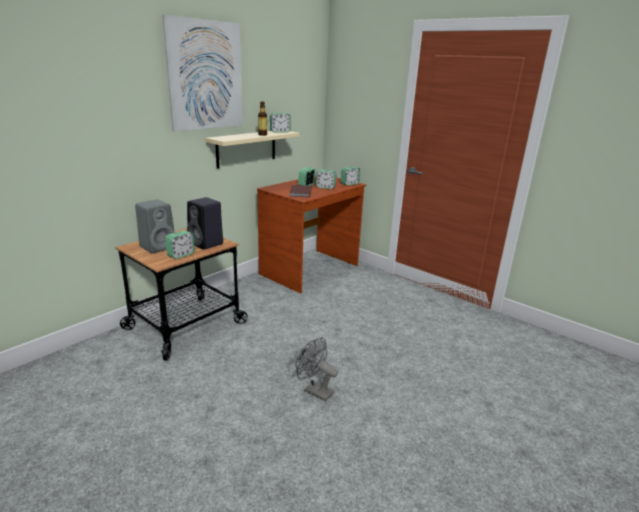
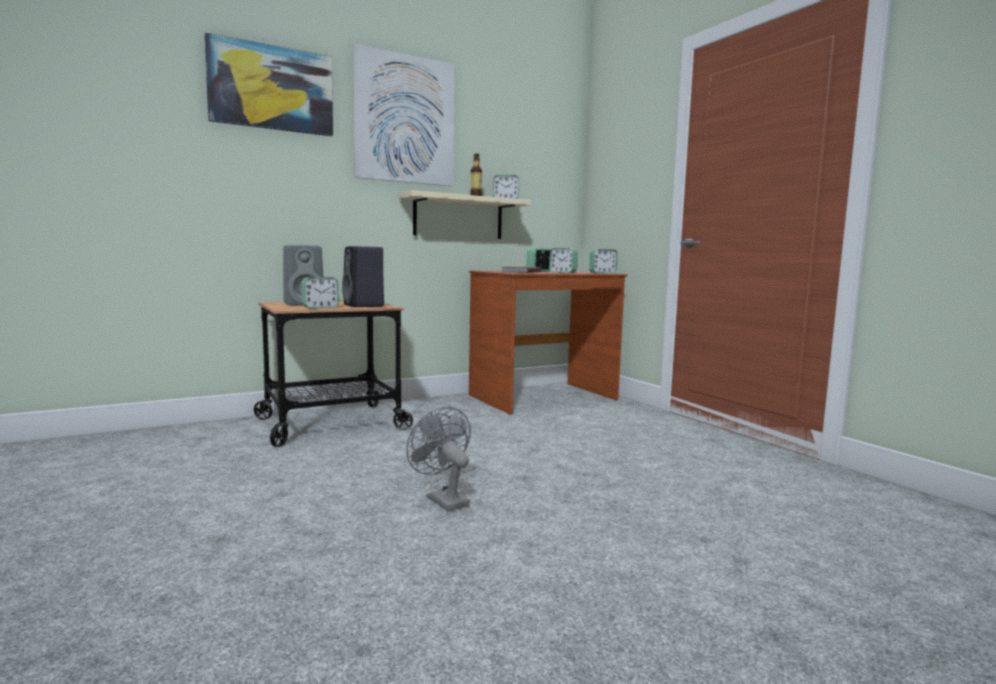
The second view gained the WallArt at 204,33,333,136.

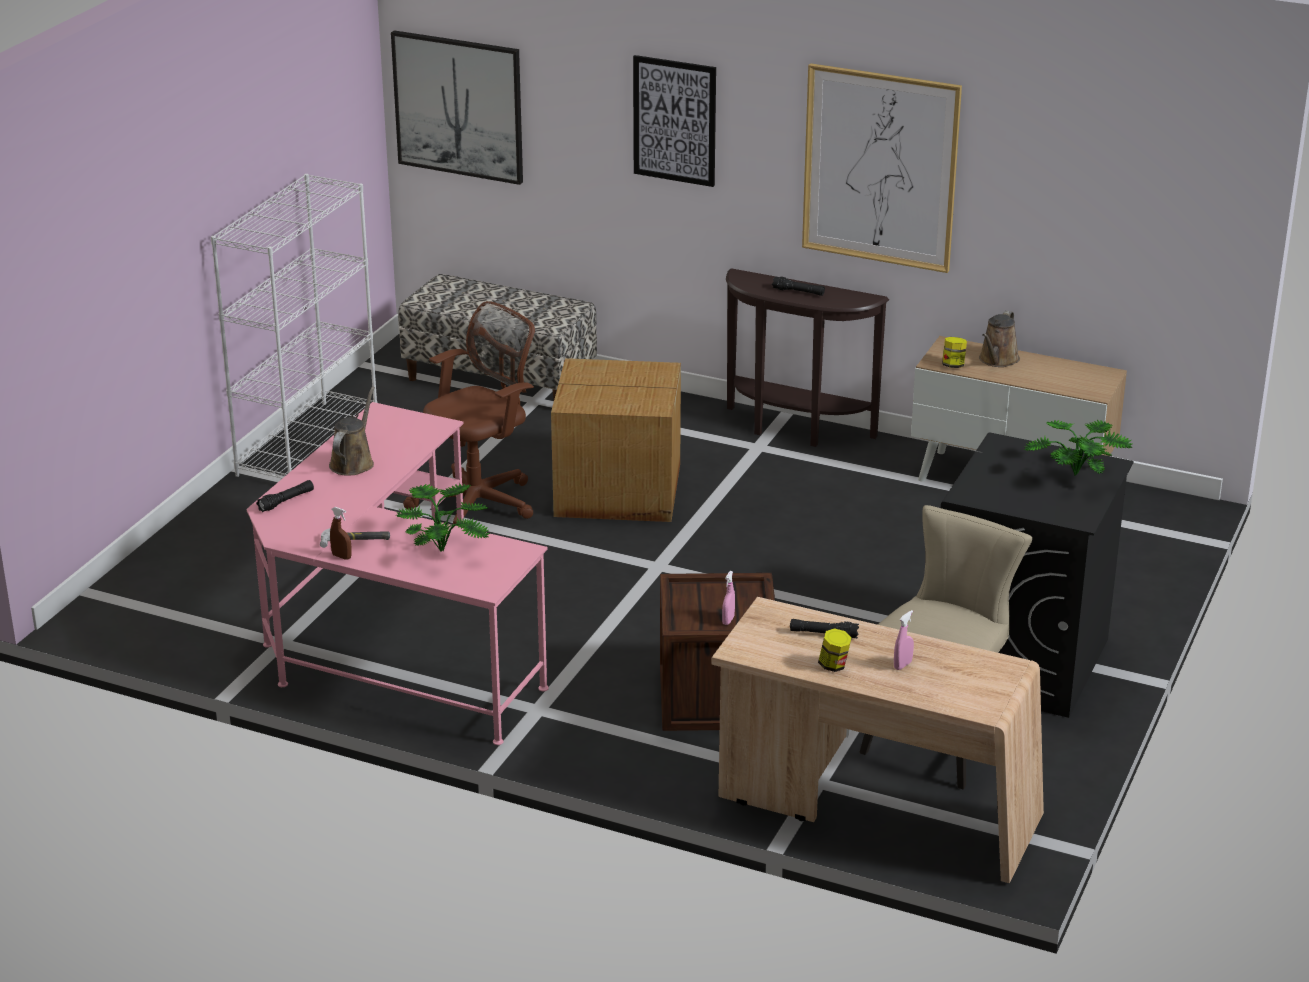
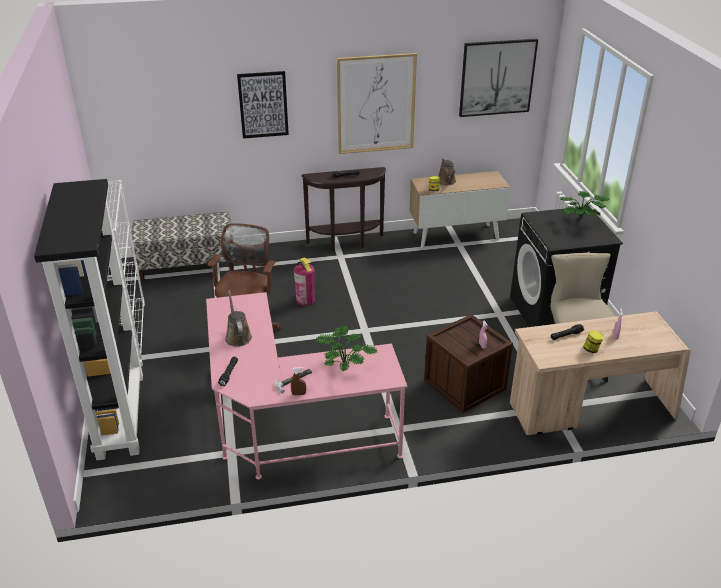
The WallArt ended up elsewhere, having gone from 391,30,523,185 to 459,39,538,117.
Where the CardboardBox stood at 551,358,681,522, the Extinguisher came to stand at 294,257,315,306.
The second view gained the BlackColouredBookcase at 34,179,143,460.

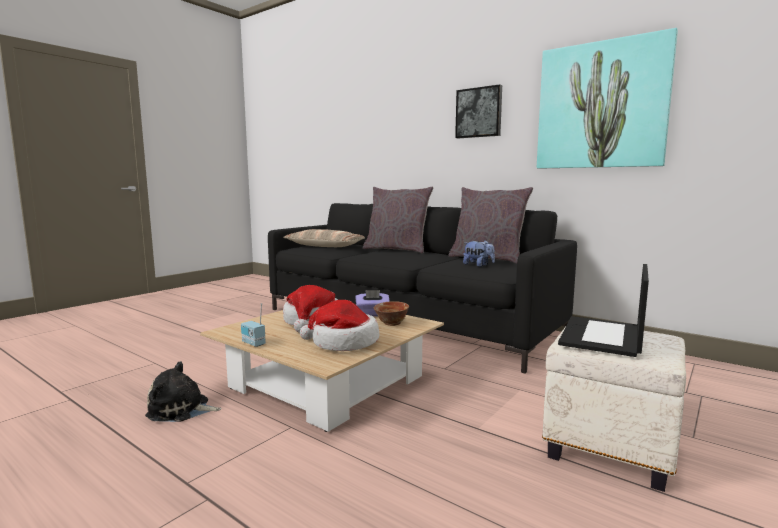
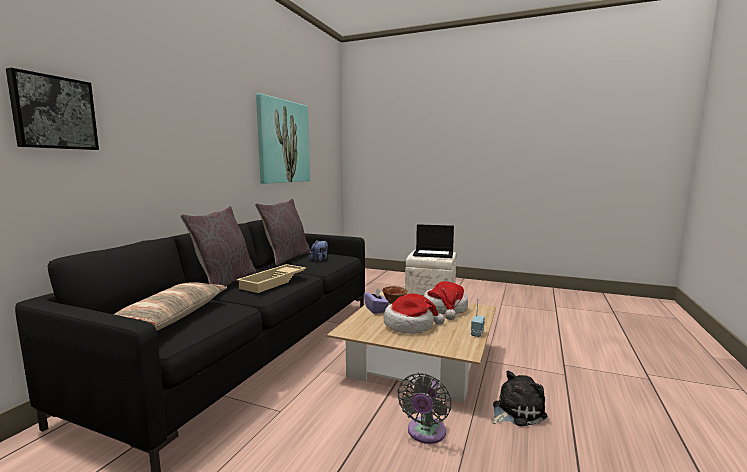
The SoftToy at 145,361,222,422 ended up facing another way, 105 degrees counterclockwise from before.
The WallArt ended up elsewhere, having gone from 455,84,502,138 to 6,68,99,150.
The second view gained the BeigeColouredServingTray at 236,264,306,293.
The second view gained the GrayFan at 398,373,452,444.

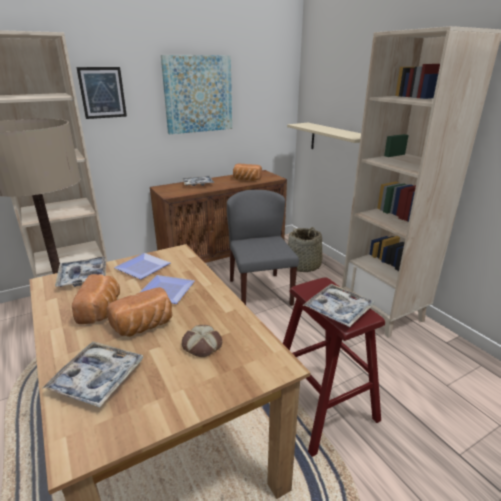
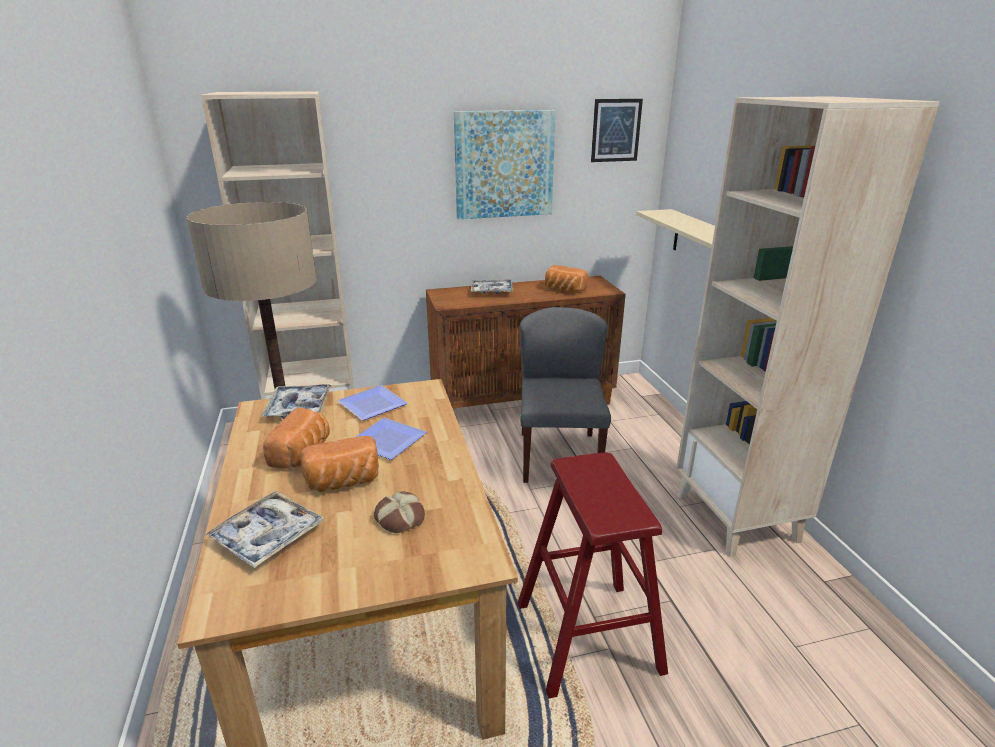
The WallArt ended up elsewhere, having gone from 76,67,127,119 to 591,99,643,162.
The second view lost the HouseholdBasket at 288,227,326,272.
The second view lost the ServingTray at 303,284,375,327.

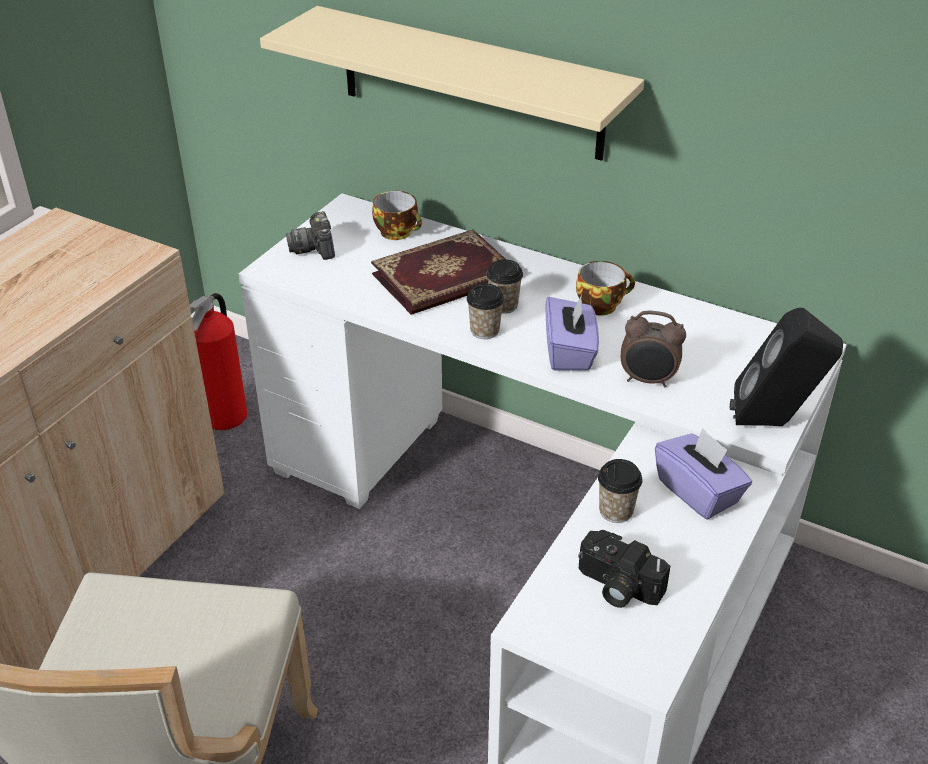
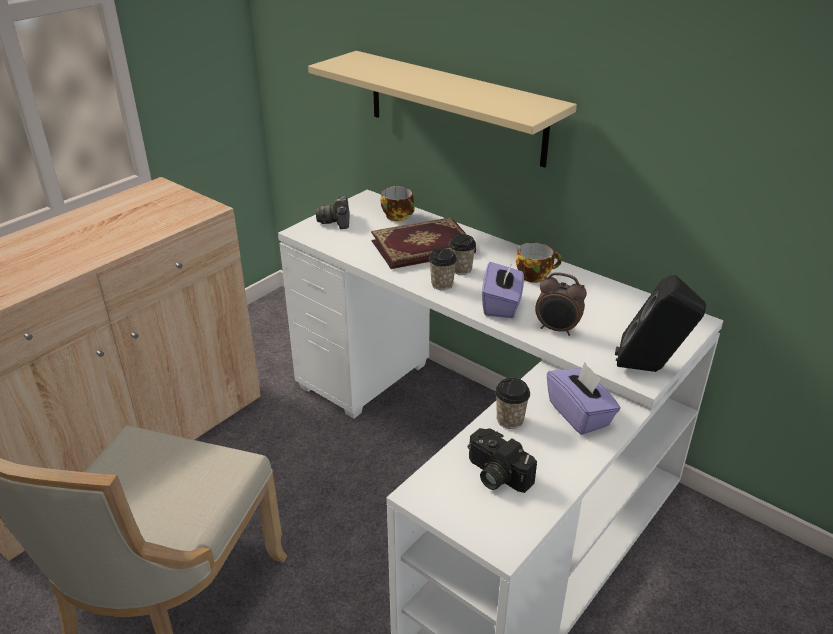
The second view lost the Extinguisher at 190,293,248,430.

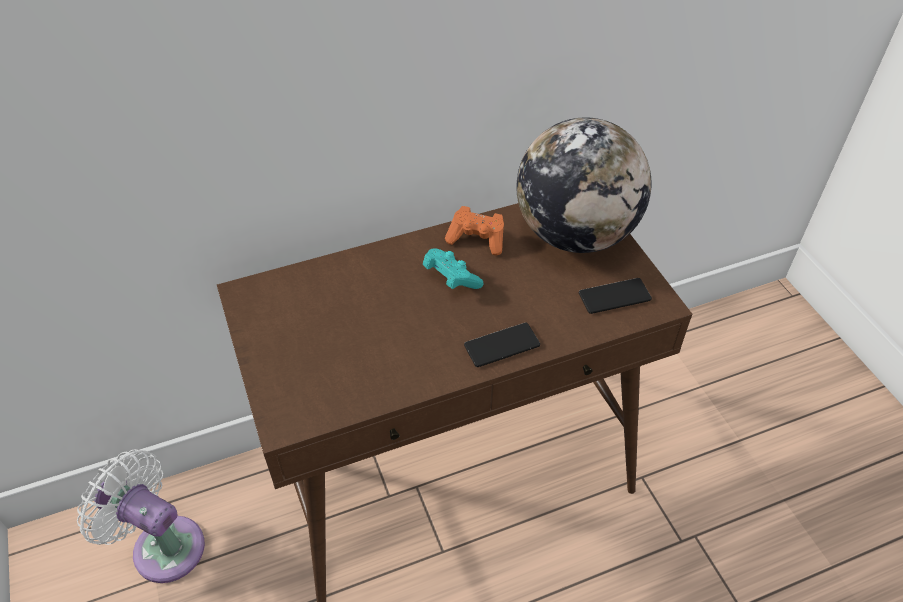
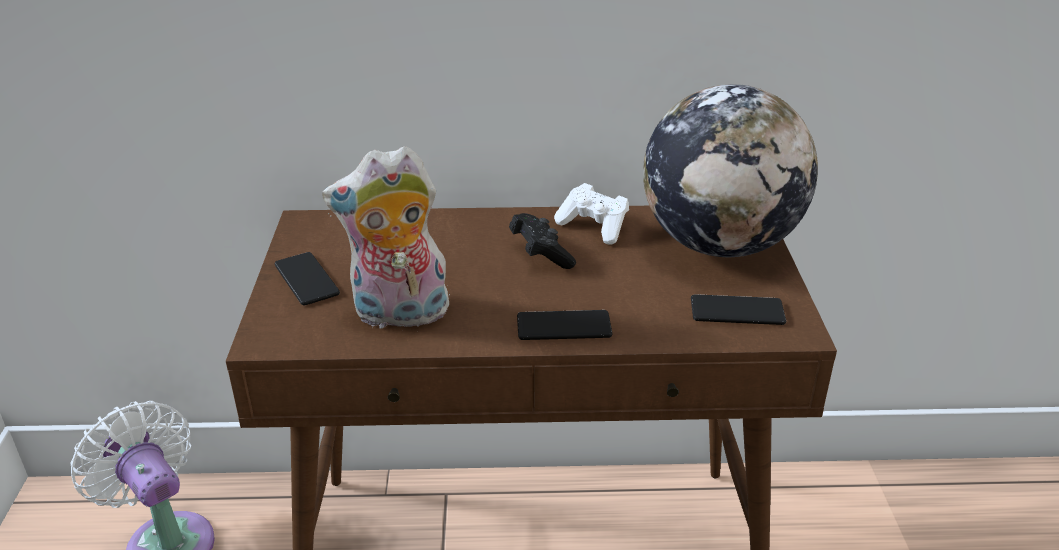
What was the BlueGreenJoypad at 423,248,484,289 turned into the BlackColouredJoypad at 509,213,576,269.
What was the OrangeyJoypad at 445,206,504,255 turned into the WhiteJoypad at 554,183,629,245.
The second view gained the Phone at 275,252,340,305.
The second view gained the SoftToy at 322,146,453,332.

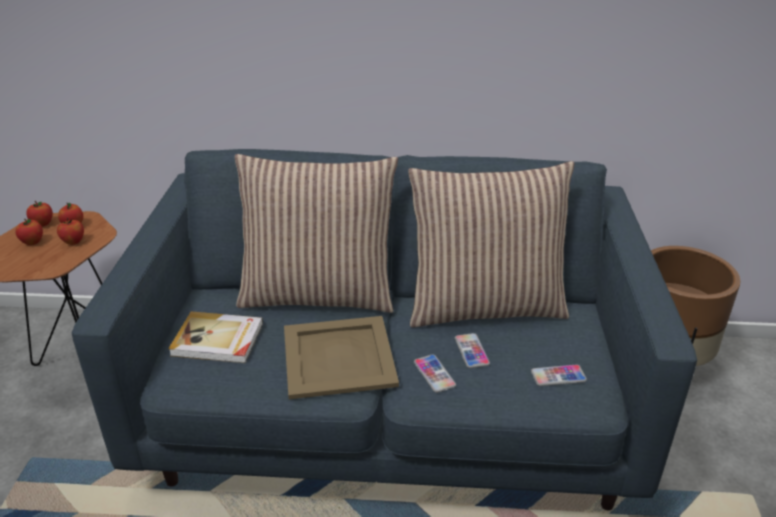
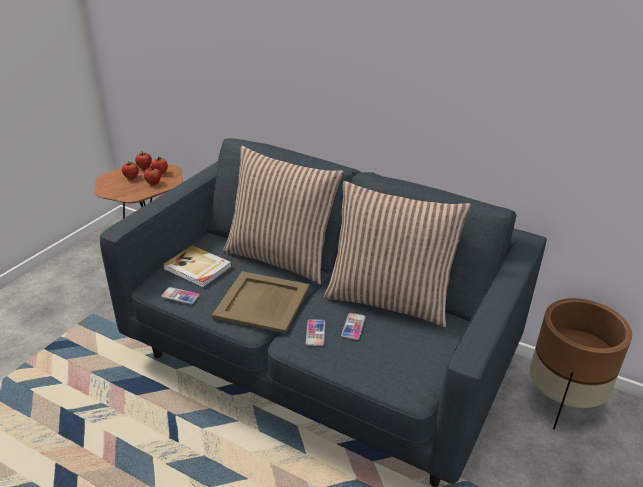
The Phone ended up elsewhere, having gone from 531,365,587,386 to 161,287,200,304.

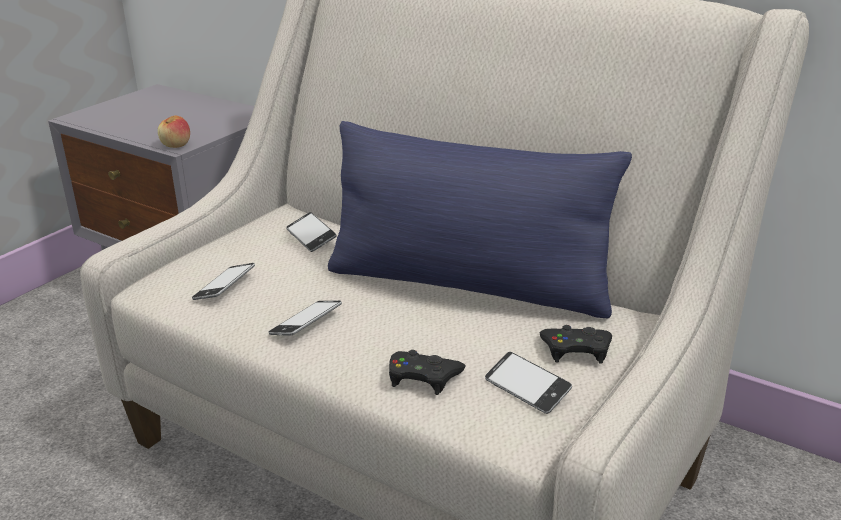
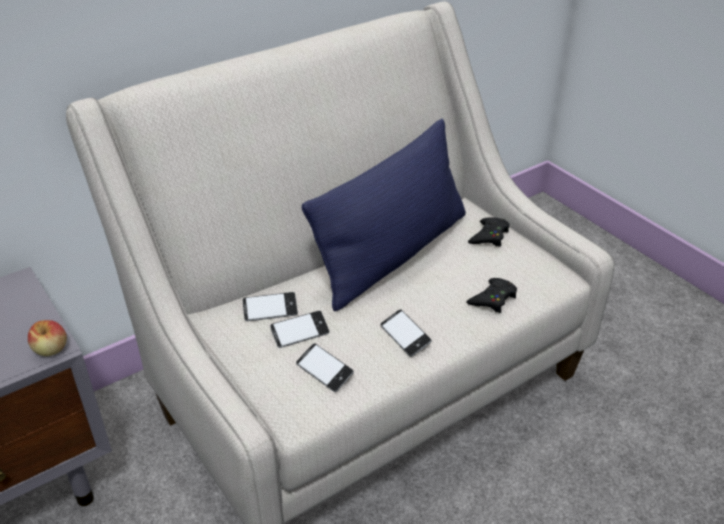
The Phone ended up elsewhere, having gone from 485,352,572,414 to 270,311,329,348.

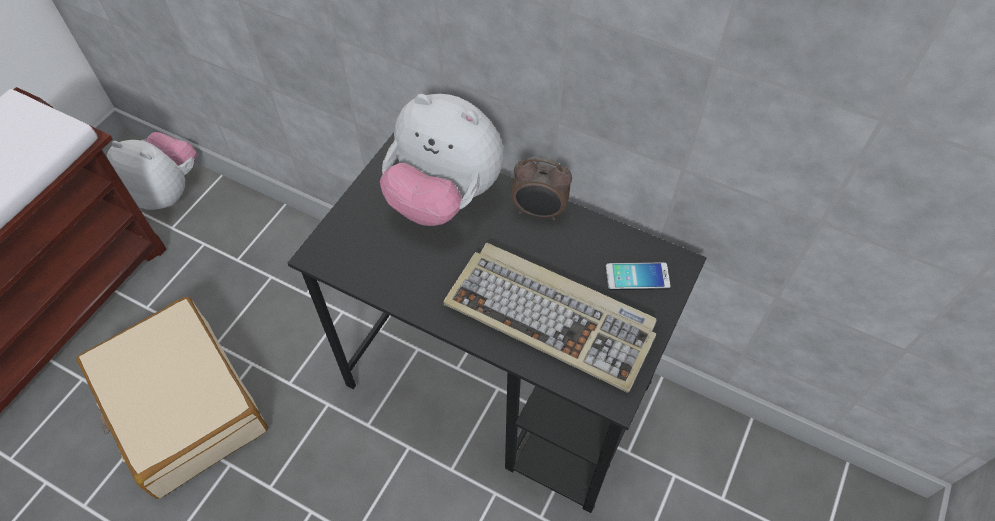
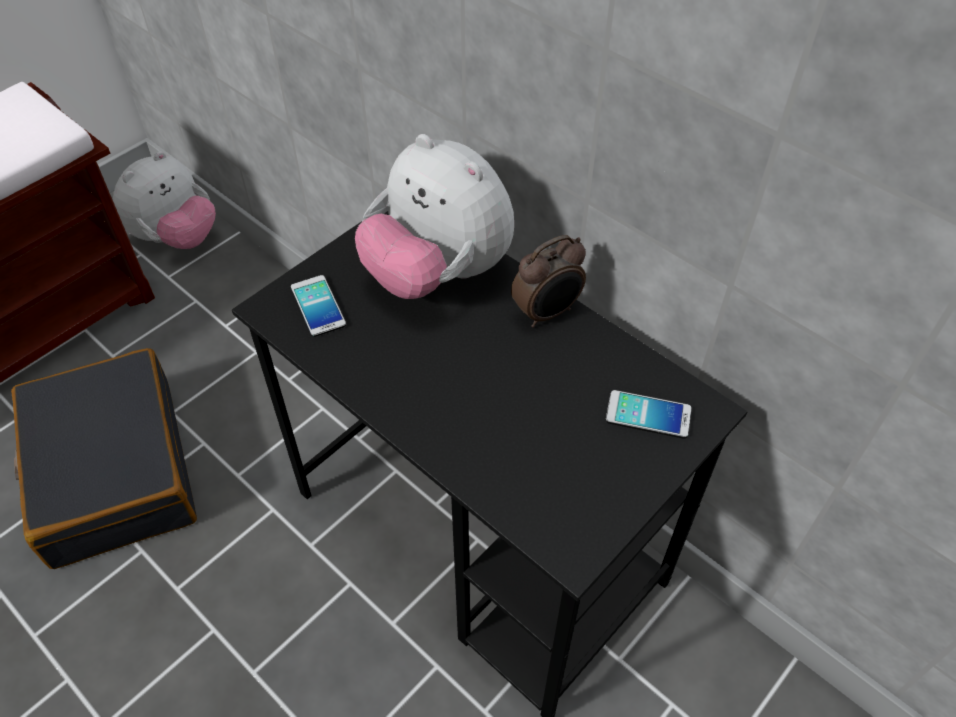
What was the BeigeColouredSuitcase at 76,297,268,499 turned into the BlackColouredSuitcase at 11,348,197,569.
The SoftToy at 106,132,197,210 ended up facing another way, 90 degrees clockwise from before.
The second view lost the Keyboard at 443,243,657,393.
The BedsideClock at 511,157,572,220 ended up facing another way, 60 degrees counterclockwise from before.
The second view gained the Phone at 291,275,346,337.

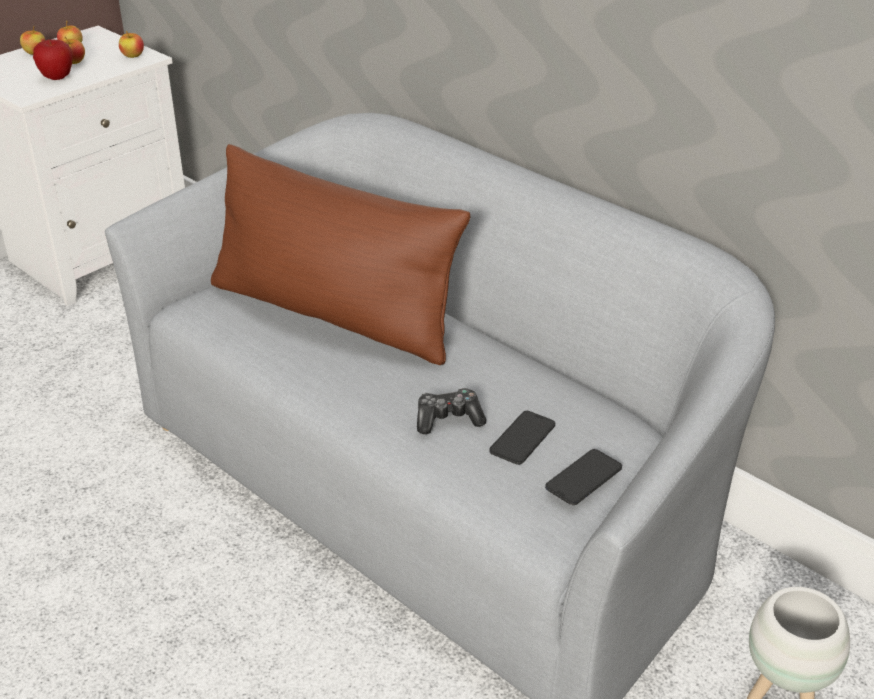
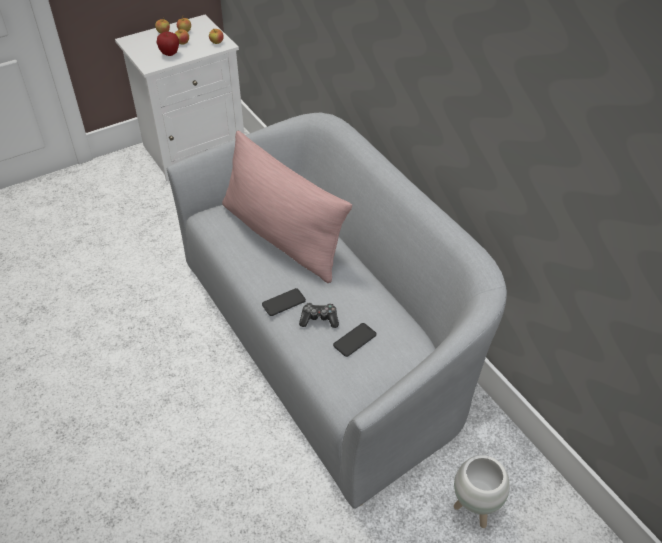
What was the BrownishPillow at 211,144,470,365 turned into the PinkPillow at 222,131,352,283.
The Phone ended up elsewhere, having gone from 545,449,622,505 to 262,288,306,316.

